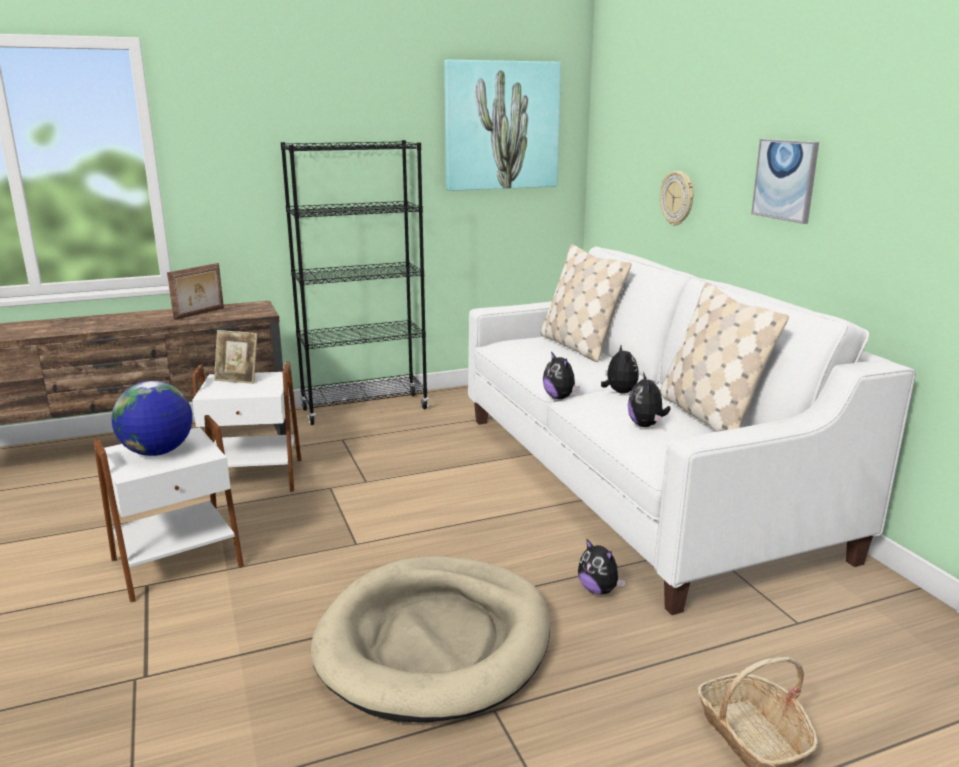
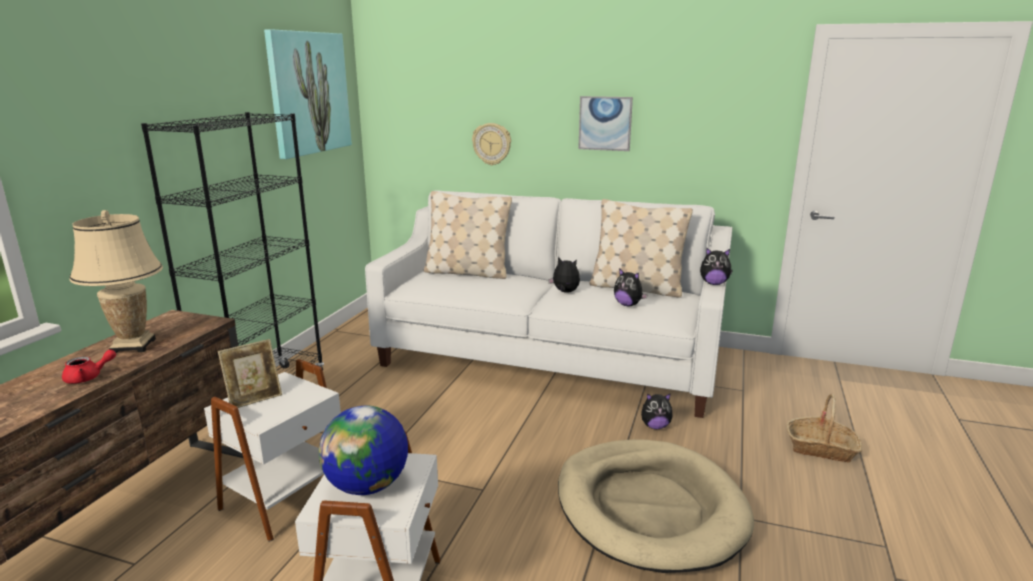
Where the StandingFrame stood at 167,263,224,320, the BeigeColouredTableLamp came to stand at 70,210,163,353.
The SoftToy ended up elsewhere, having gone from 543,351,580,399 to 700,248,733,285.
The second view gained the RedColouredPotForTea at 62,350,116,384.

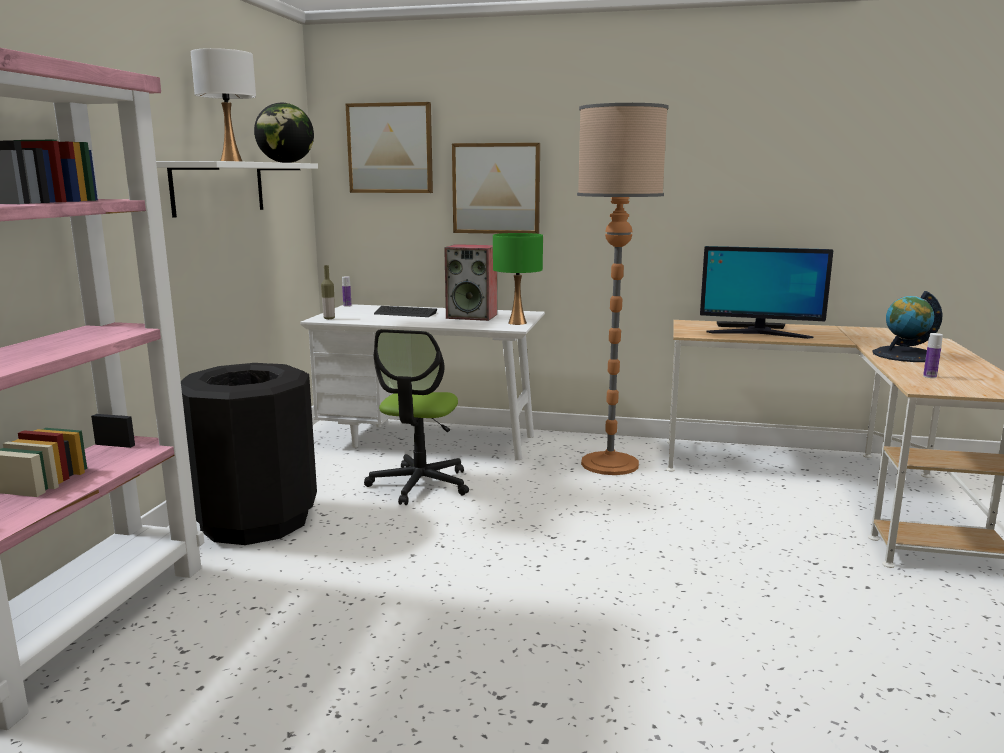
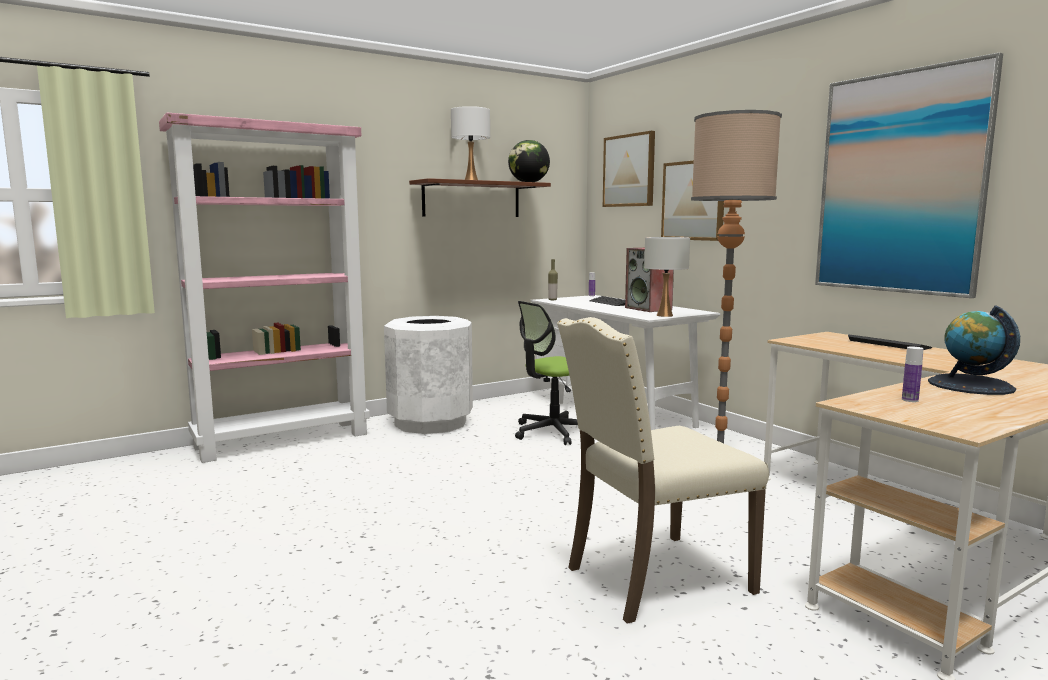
What was the WhiteBracketShelf at 156,161,318,218 turned into the BrownishBracketShelf at 409,178,551,217.
What was the BlackColouredRubbishBin at 181,363,317,545 turned into the WhiteRubbishBin at 384,316,473,434.
What was the GreenColouredTableLamp at 493,233,543,325 turned into the WhiteTableLamp at 644,237,690,317.
The second view lost the ComputerScreen at 700,246,834,339.
The second view gained the BeigeColouredChair at 557,317,769,624.
The second view gained the WallArt at 815,52,1003,298.

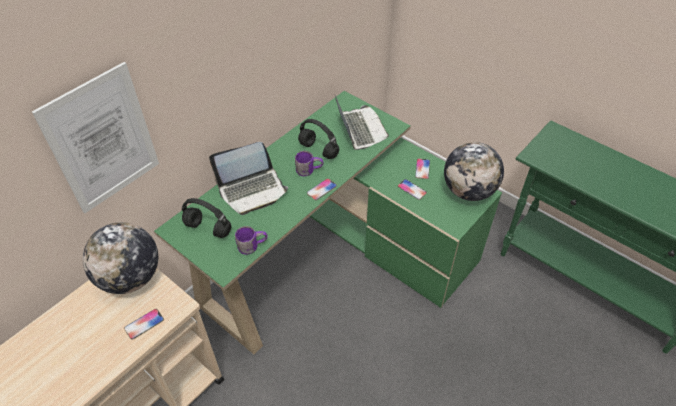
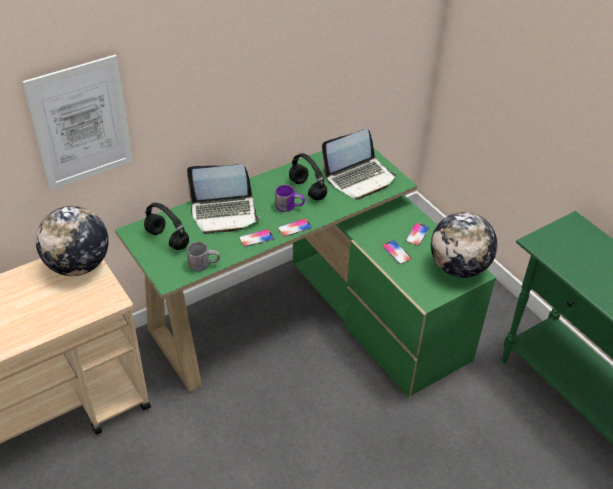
The Phone ended up elsewhere, having gone from 124,309,164,339 to 239,229,274,247.
What was the PurpleColouredCoffeeMug at 235,226,268,255 turned into the GrayCoffeeMug at 187,242,220,271.
The Laptop at 335,96,389,150 ended up facing another way, 60 degrees clockwise from before.

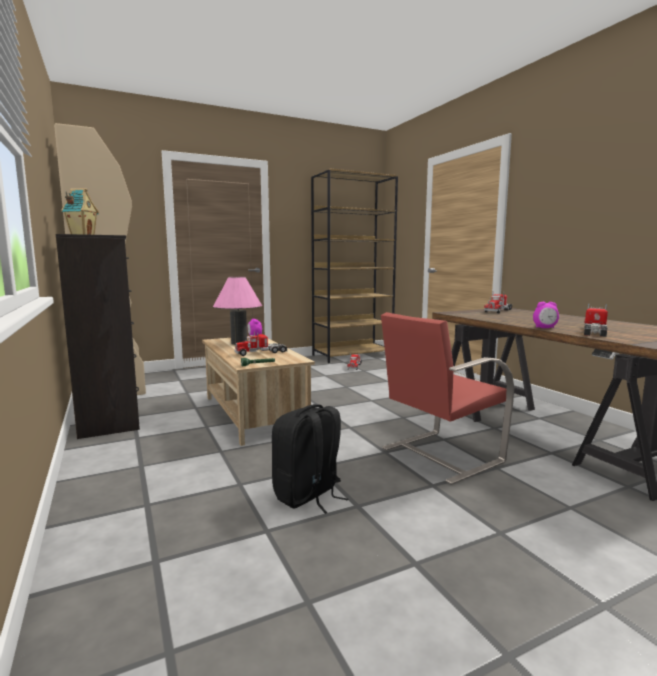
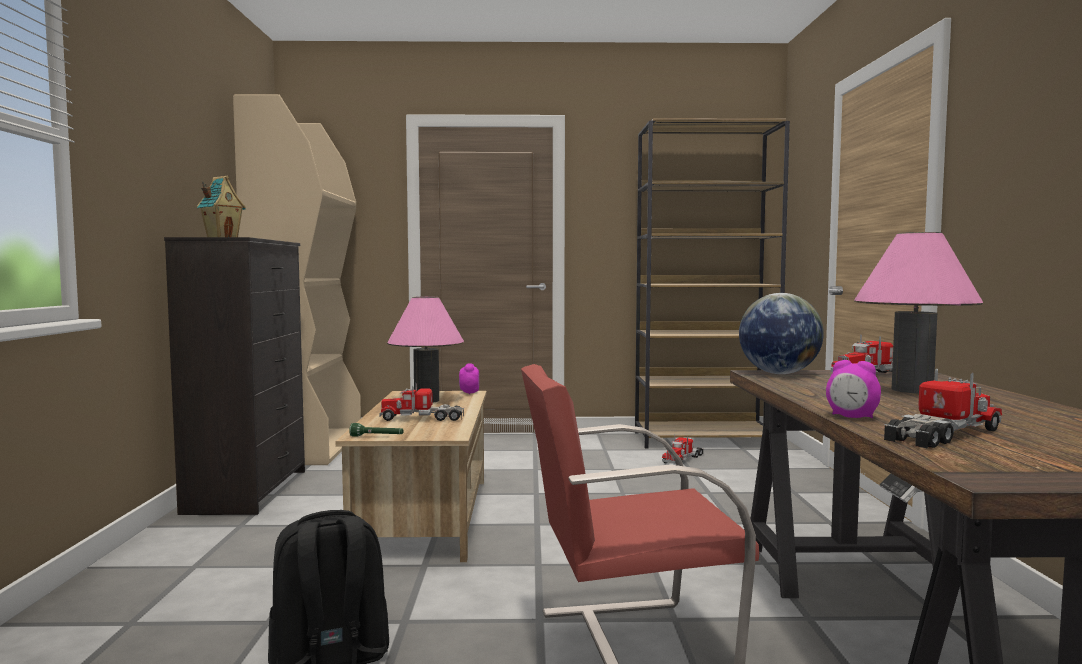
The second view gained the DeskGlobe at 739,293,824,374.
The second view gained the PinkTableLamp at 854,232,983,393.

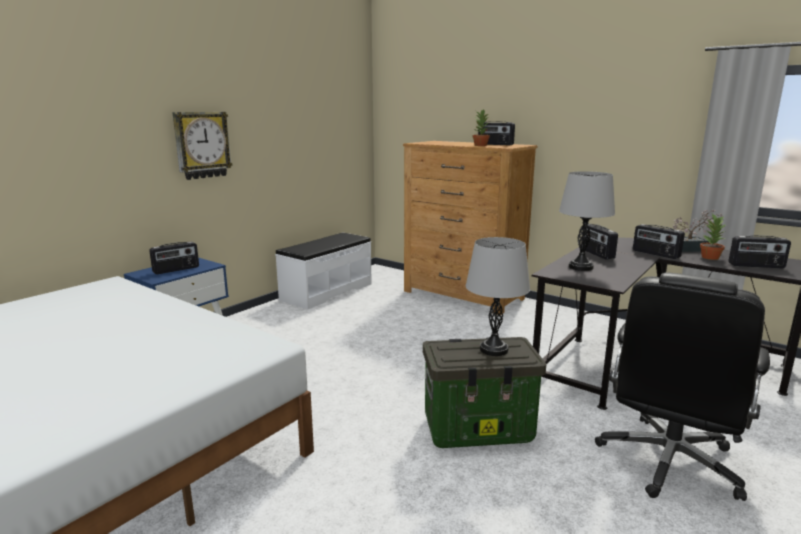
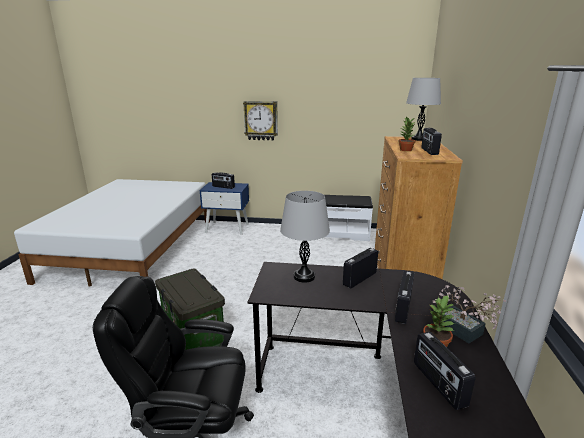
The GrayTableLamp ended up elsewhere, having gone from 466,237,530,356 to 406,78,441,141.

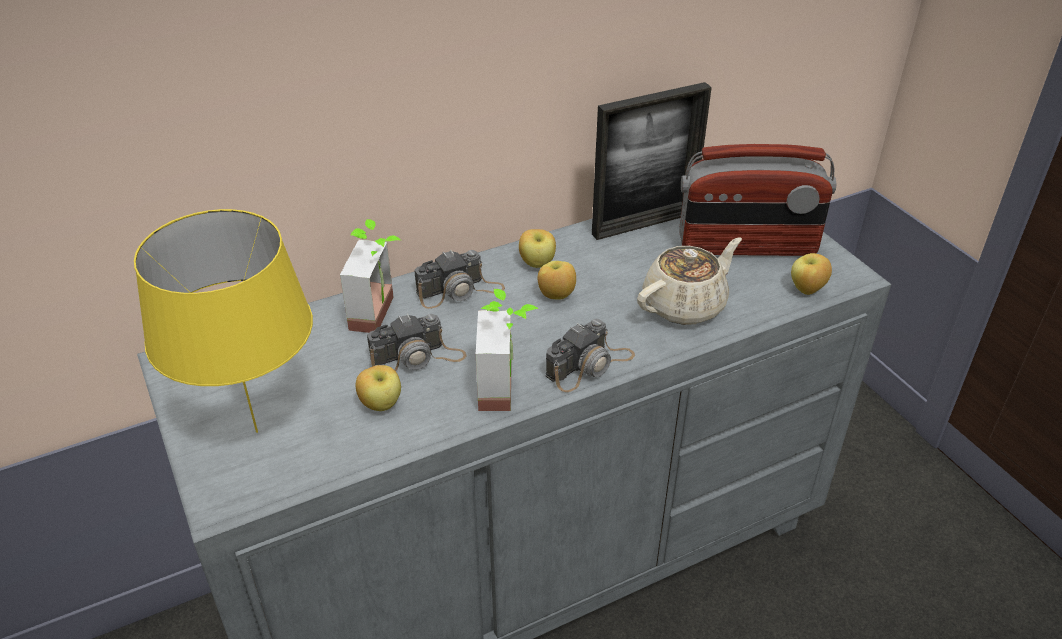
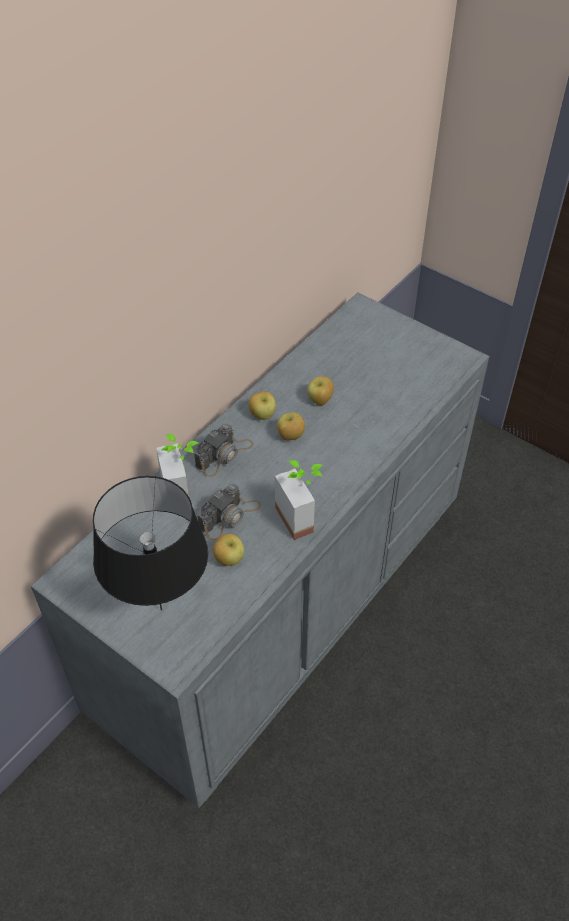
What was the YellowColouredTableLamp at 134,209,313,433 turned into the BlackColouredTableLamp at 93,476,208,611.
The second view lost the StillCamera at 546,319,635,392.
The second view lost the StandingFrame at 592,82,712,240.
The second view lost the BeigeColouredPotForTea at 637,237,742,325.
The second view lost the RadioSet at 679,144,837,256.
The Apple ended up elsewhere, having gone from 791,253,832,295 to 307,376,334,405.

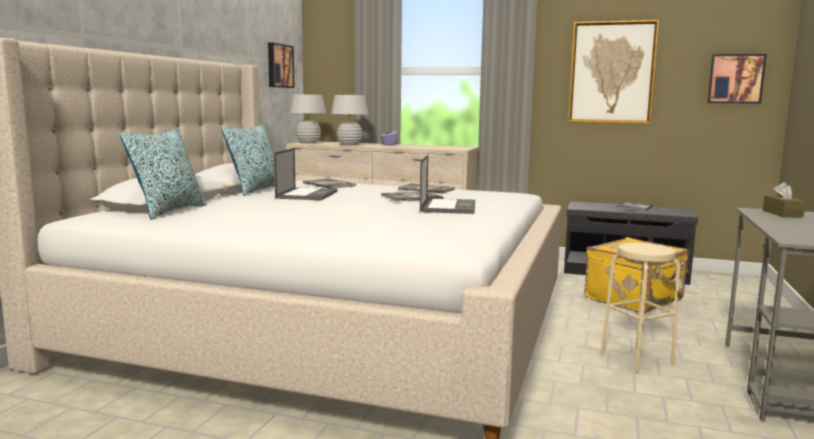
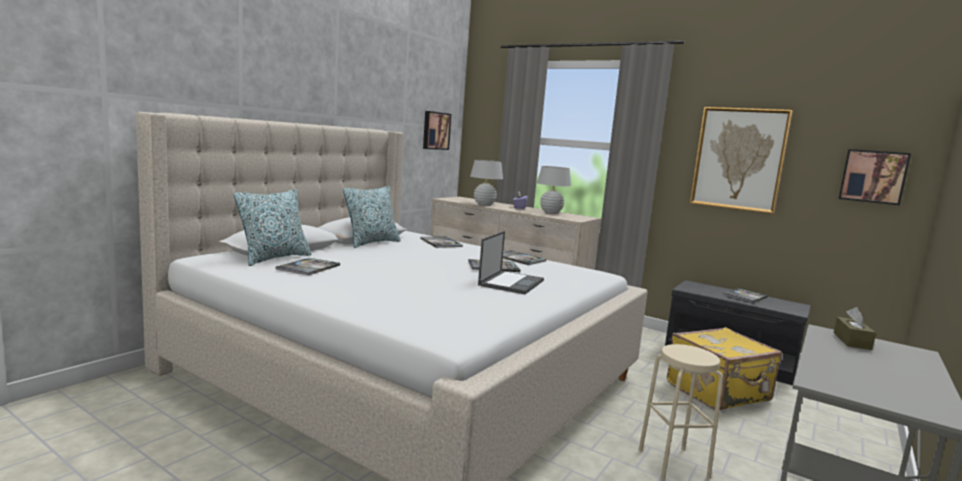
The second view lost the Laptop at 274,148,337,200.
The WhiteTableLamp ended up elsewhere, having gone from 290,94,326,143 to 537,166,571,214.
The second view gained the Book at 276,258,340,275.

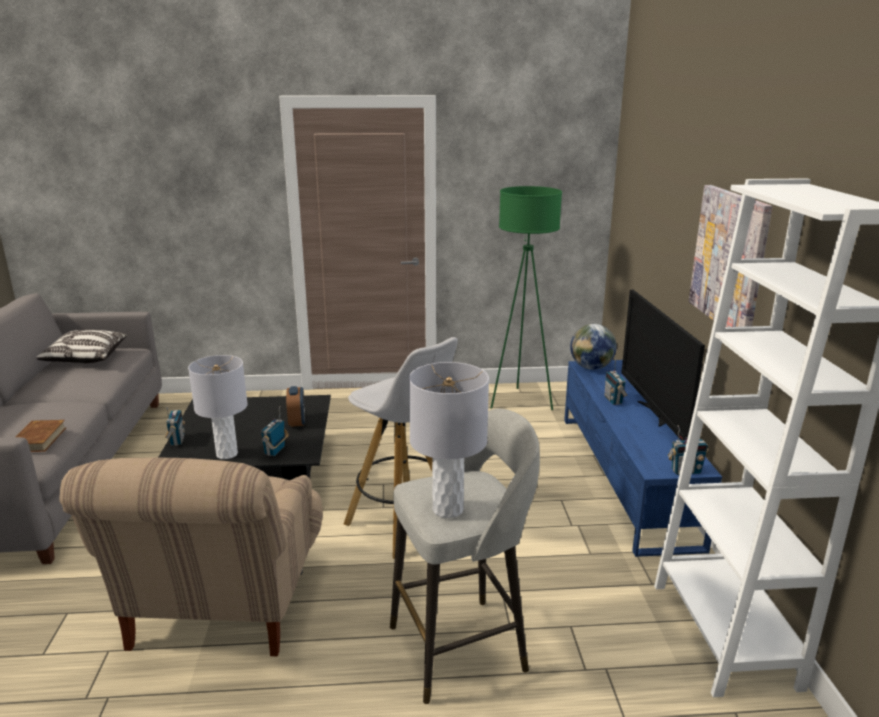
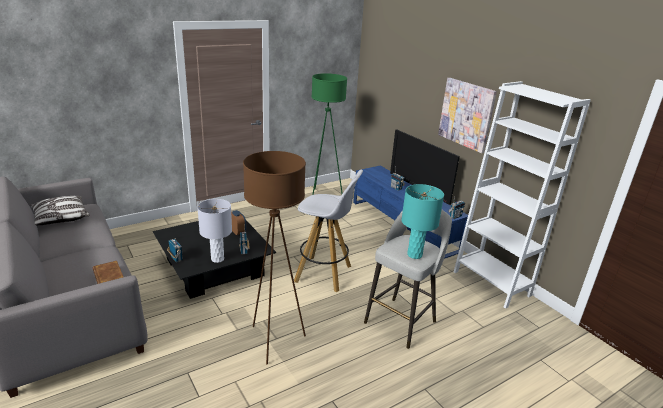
Where the BeigeColouredEasyChair stood at 59,458,323,656, the BrownishStandingLamp came to stand at 243,151,306,365.
What was the GrayTableLamp at 409,362,489,518 turned into the BlueGreenTableLamp at 401,184,444,259.
The second view lost the DeskGlobe at 570,324,617,370.

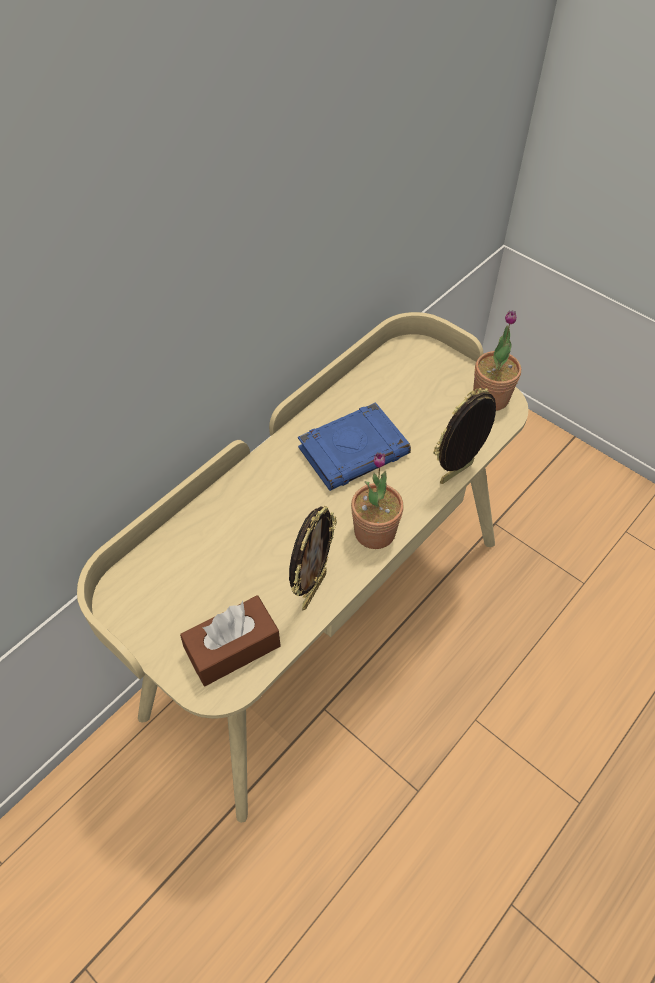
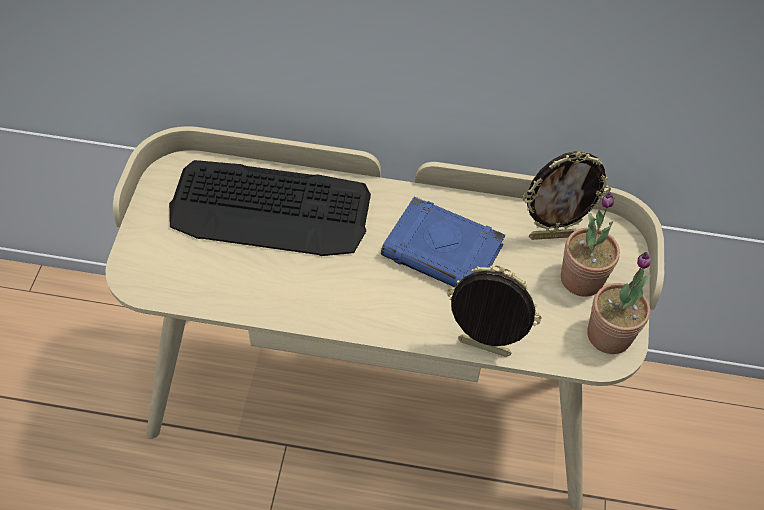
The second view lost the BrownishBoxOfTissues at 180,595,281,686.
The StandingFrame ended up elsewhere, having gone from 289,506,337,611 to 523,151,611,240.
The PlantInAPot ended up elsewhere, having gone from 351,452,404,549 to 561,192,620,297.
The second view gained the Keyboard at 169,160,371,256.

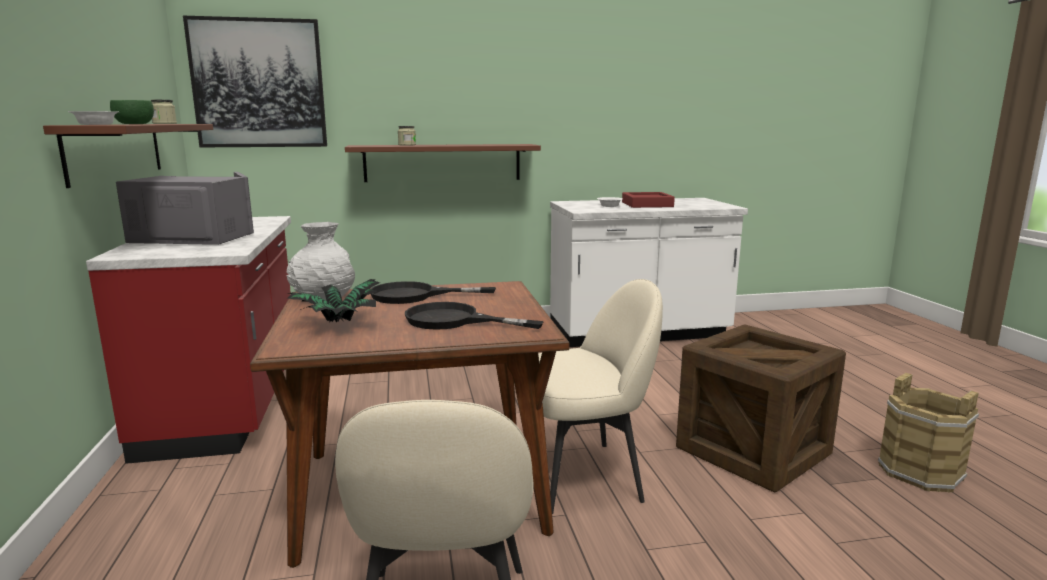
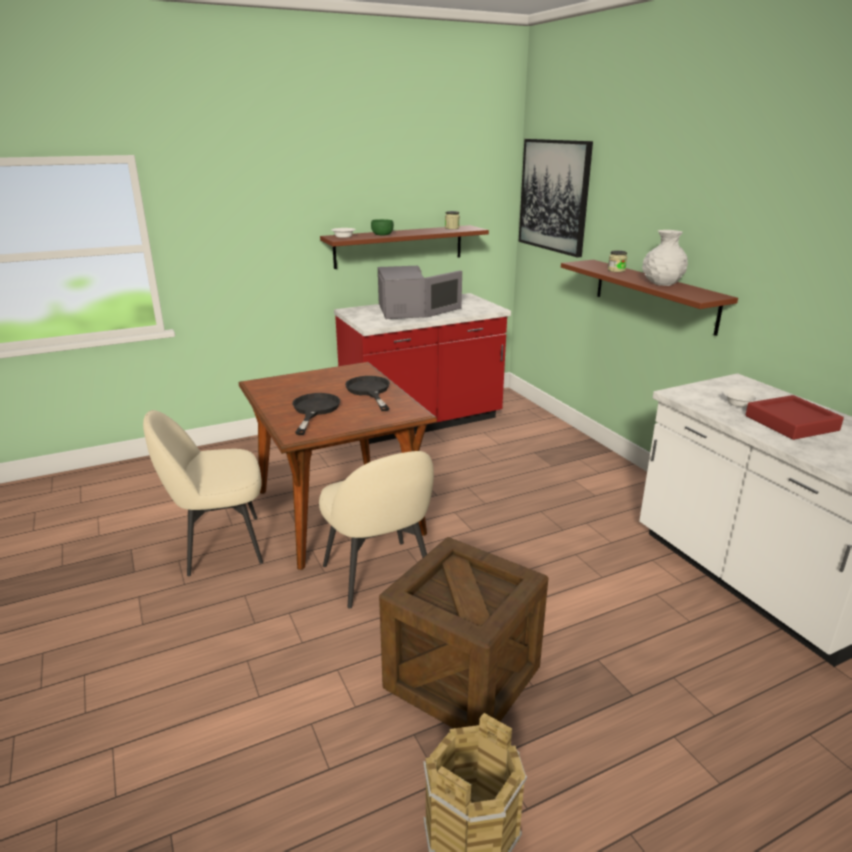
The WhiteDecorativeVase ended up elsewhere, having gone from 286,222,355,300 to 642,230,688,286.
The second view lost the PlantInAPot at 287,279,385,323.

